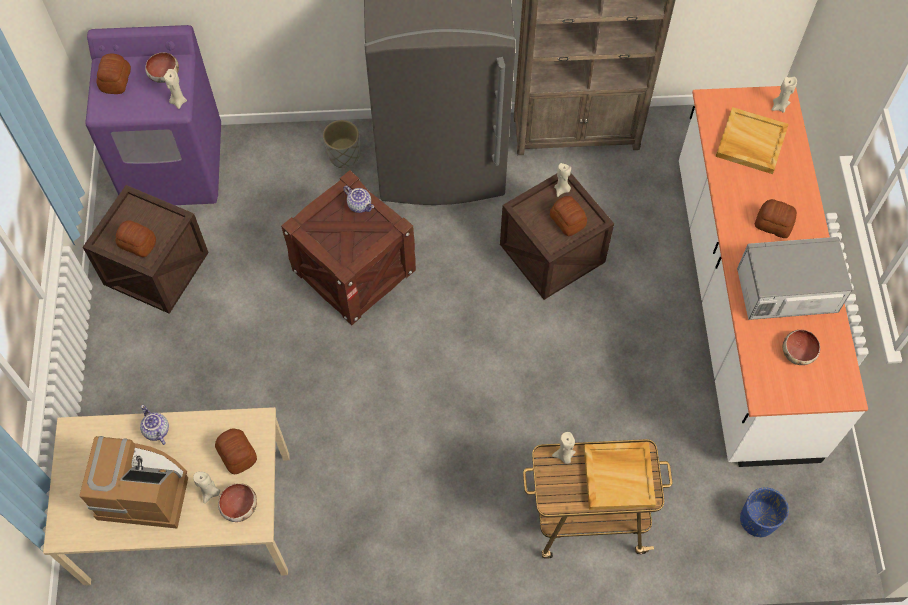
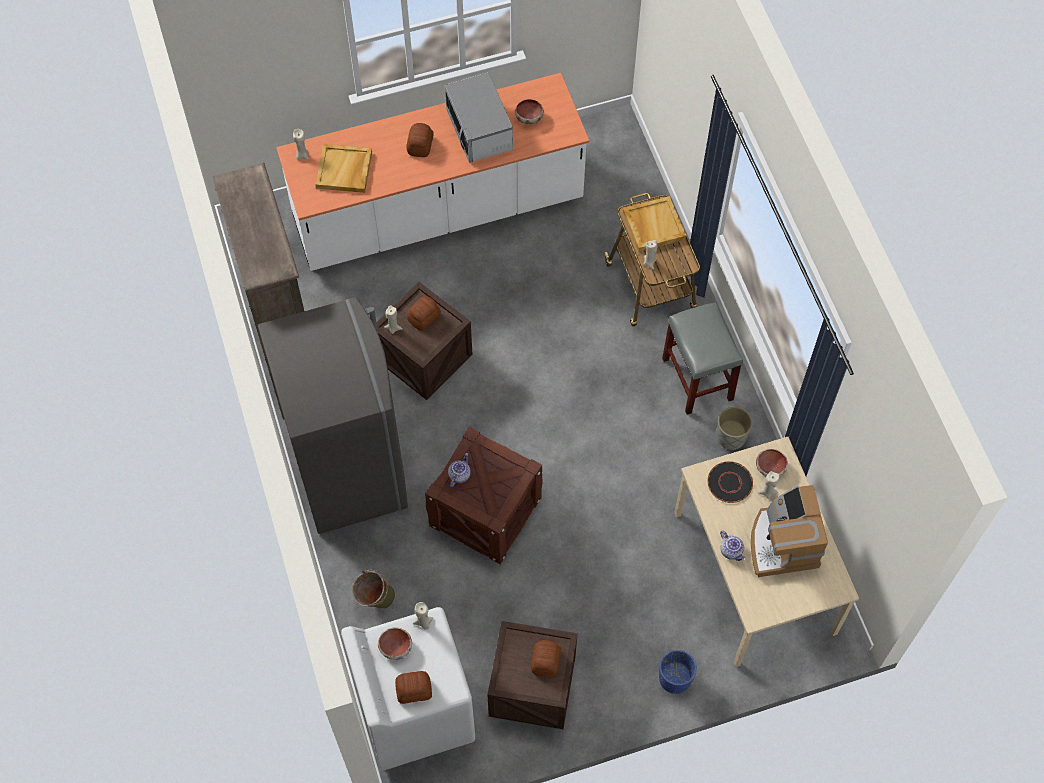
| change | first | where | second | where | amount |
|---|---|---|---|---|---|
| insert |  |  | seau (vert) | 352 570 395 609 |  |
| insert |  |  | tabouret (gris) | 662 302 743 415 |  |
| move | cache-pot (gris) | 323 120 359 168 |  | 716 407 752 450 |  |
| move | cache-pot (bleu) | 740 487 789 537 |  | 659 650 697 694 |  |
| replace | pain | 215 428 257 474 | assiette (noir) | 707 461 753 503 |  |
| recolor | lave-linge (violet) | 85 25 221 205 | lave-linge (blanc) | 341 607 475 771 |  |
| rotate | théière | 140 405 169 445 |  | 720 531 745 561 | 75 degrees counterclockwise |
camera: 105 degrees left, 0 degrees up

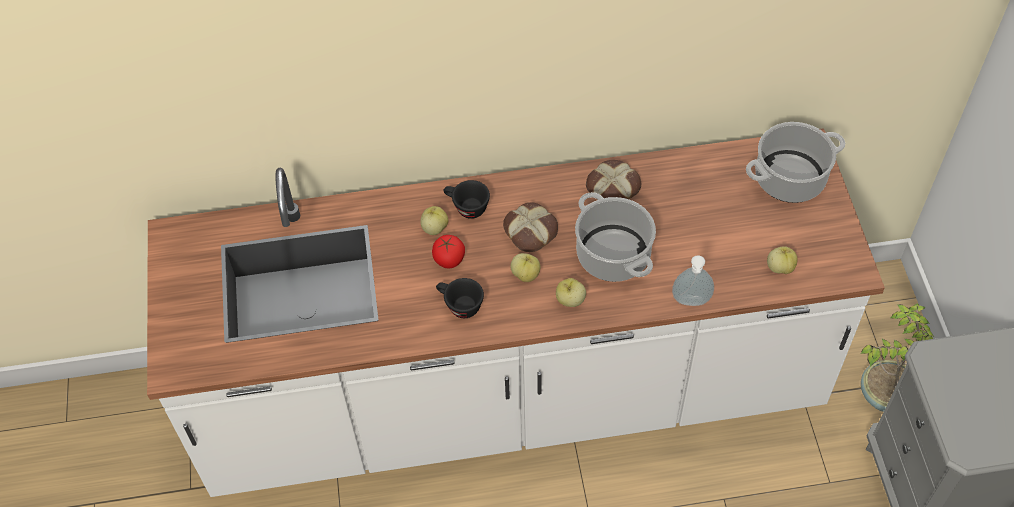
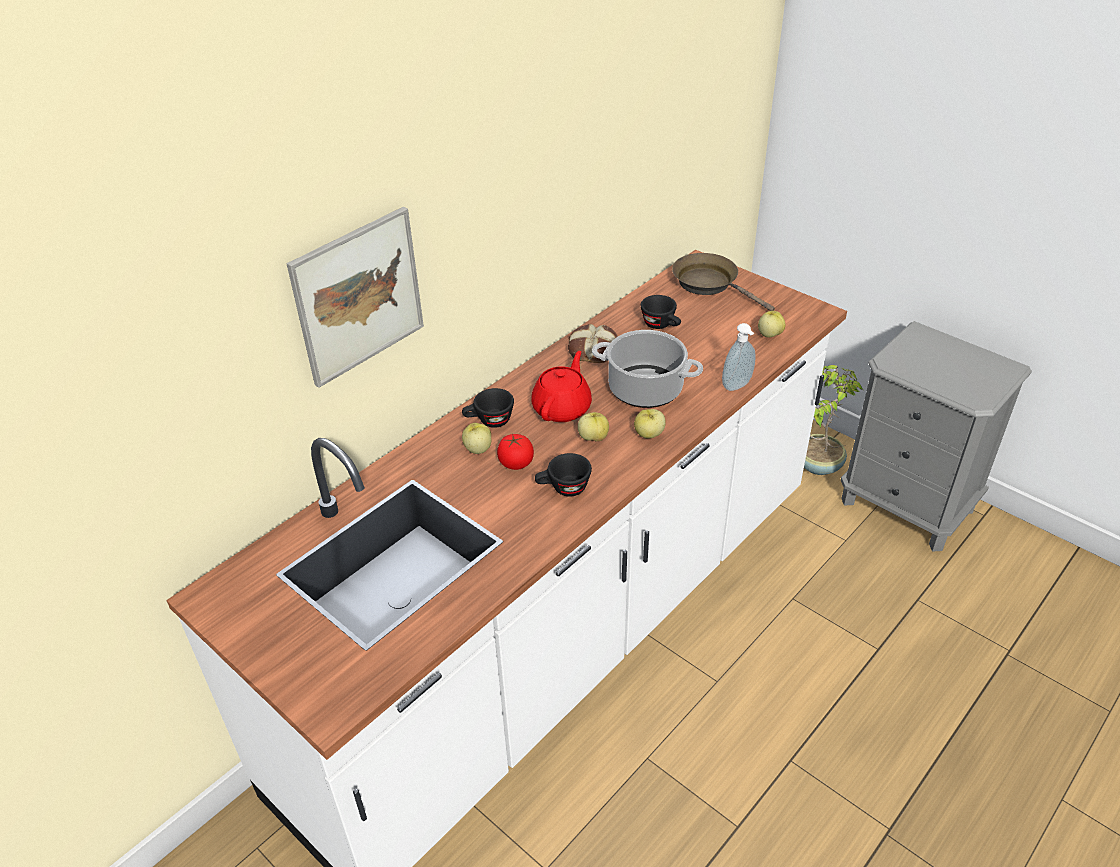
| change | first | where | second | where | amount |
|---|---|---|---|---|---|
| insert |  |  | tableau | 286 207 424 388 |  |
| insert |  |  | tasse (noir) | 641 295 681 329 |  |
| replace | pain | 503 202 558 252 | théière (rouge) | 531 351 592 422 |  |
| replace | marmite | 746 122 845 203 | poêle (marron) | 672 253 775 311 |  |
camera: 40 degrees left, 15 degrees down

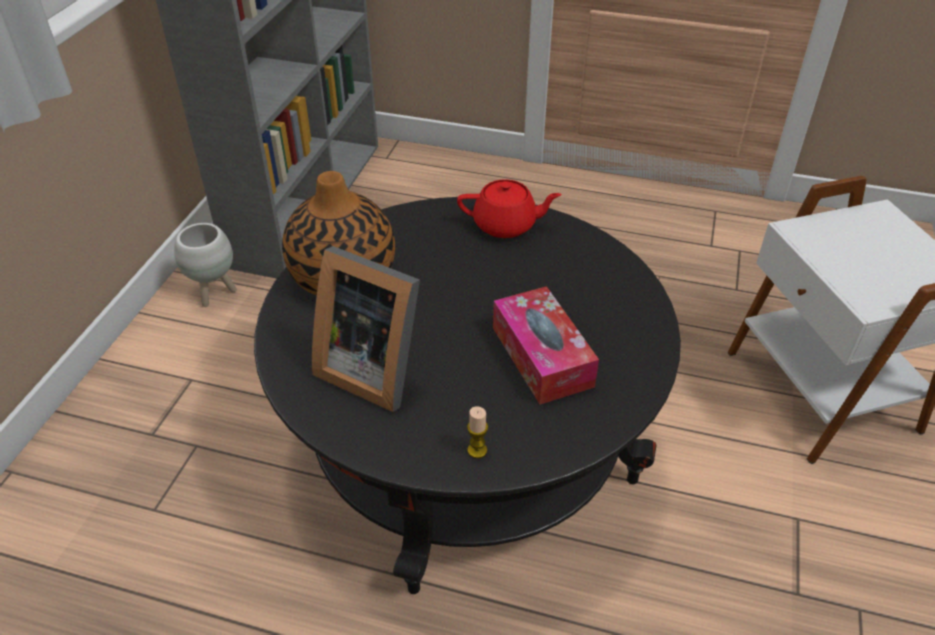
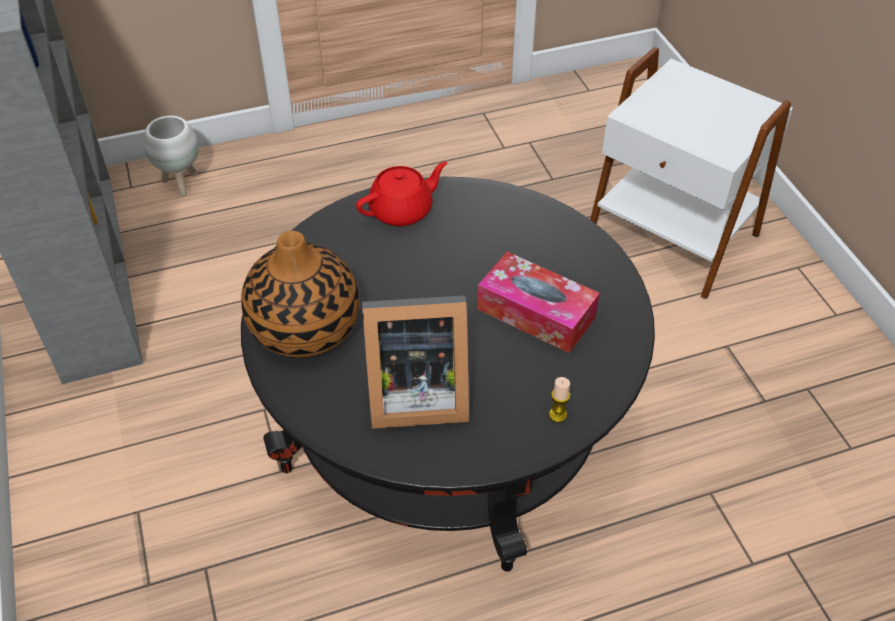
| change | first | where | second | where | amount |
|---|---|---|---|---|---|
| move | cache-pot (blanc) | 174 223 237 307 |  | 144 116 199 196 |  |
camera: 35 degrees left, 5 degrees up

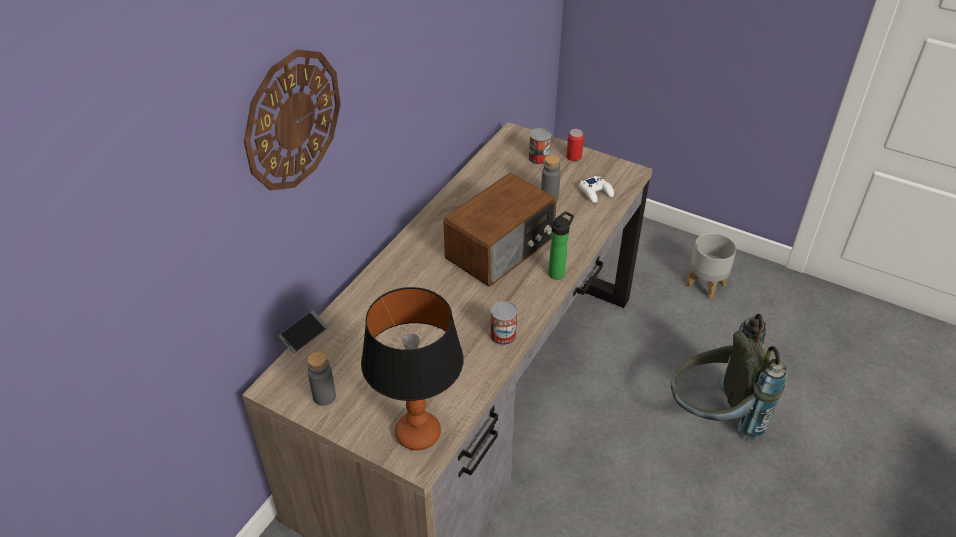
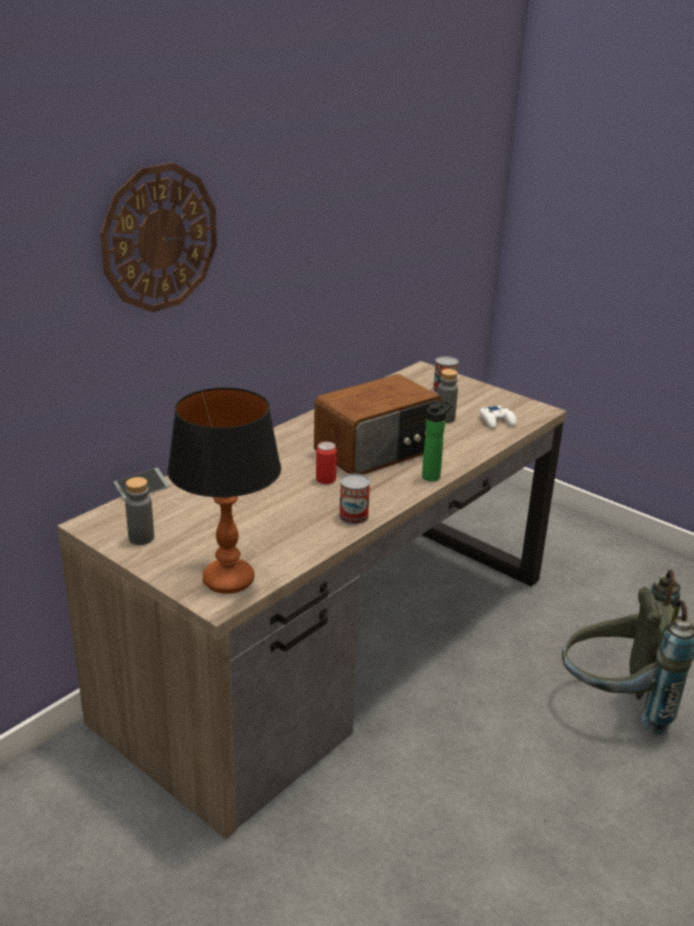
| change | first | where | second | where | amount |
|---|---|---|---|---|---|
| delete | cache-pot (gris) | 686 233 737 299 |  |  |  |
| move | boîte métallique | 567 129 584 161 |  | 316 442 337 484 |  |
camera: 10 degrees right, 15 degrees down

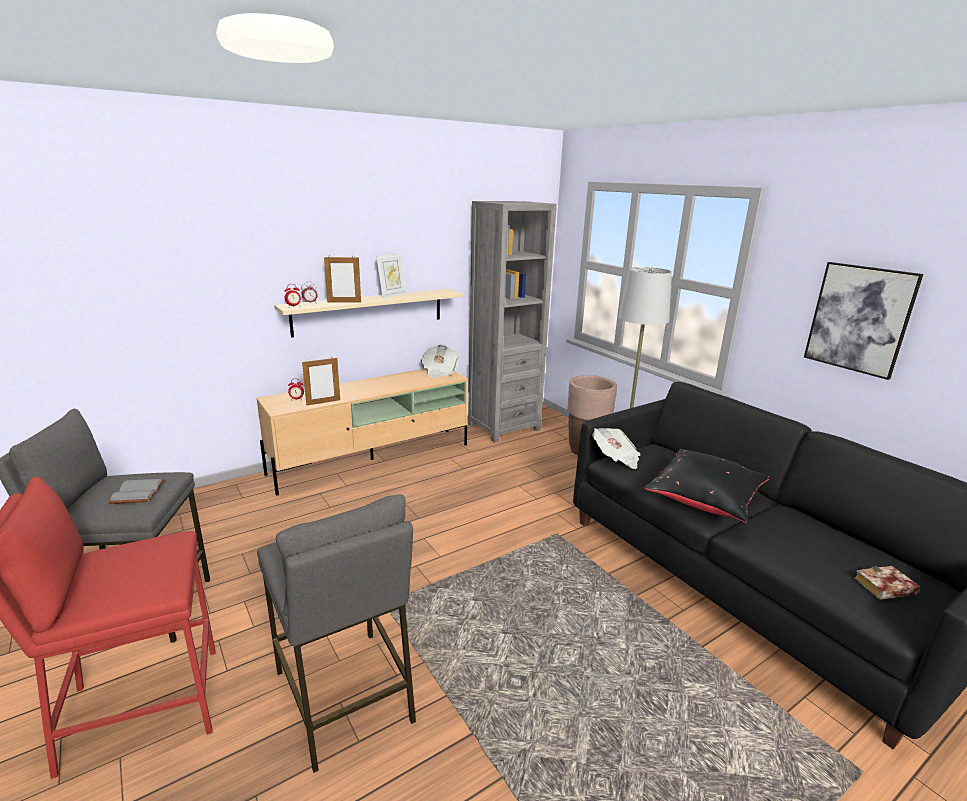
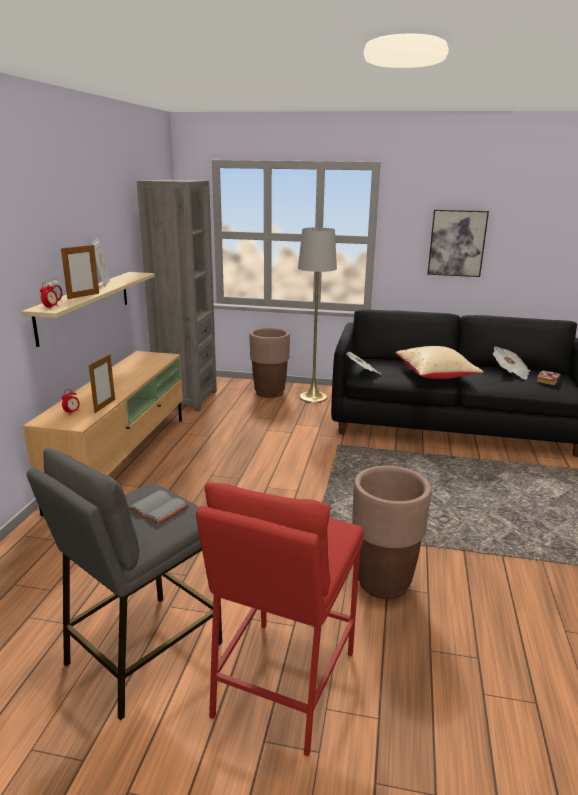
| change | first | where | second | where | amount |
|---|---|---|---|---|---|
| move | journal | 421 345 459 378 |  | 493 347 530 379 |  |
| replace | tabouret (gris) | 257 494 416 773 | cache-pot (marron) | 352 466 431 599 |  |
| recolor | coussin (noir) | 644 449 769 523 | coussin (beige) | 396 346 484 379 |  |
camera: 45 degrees left, 0 degrees up

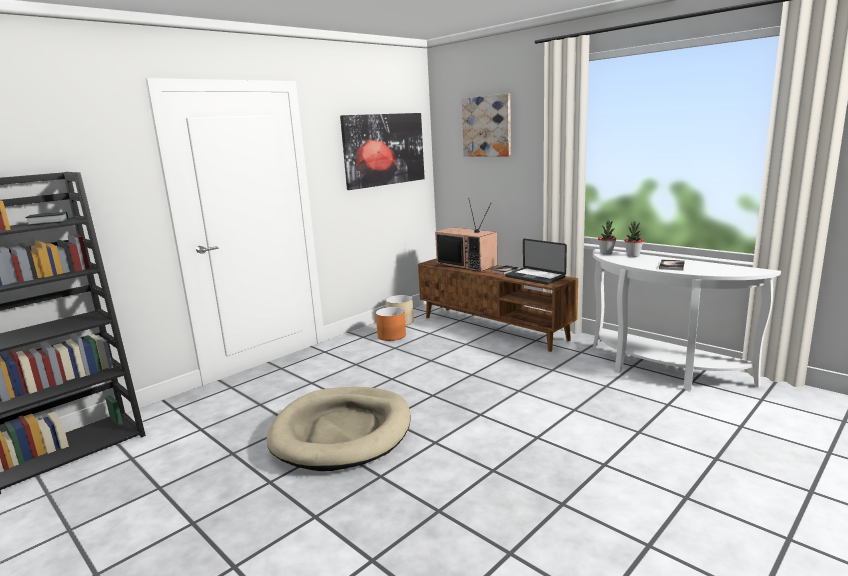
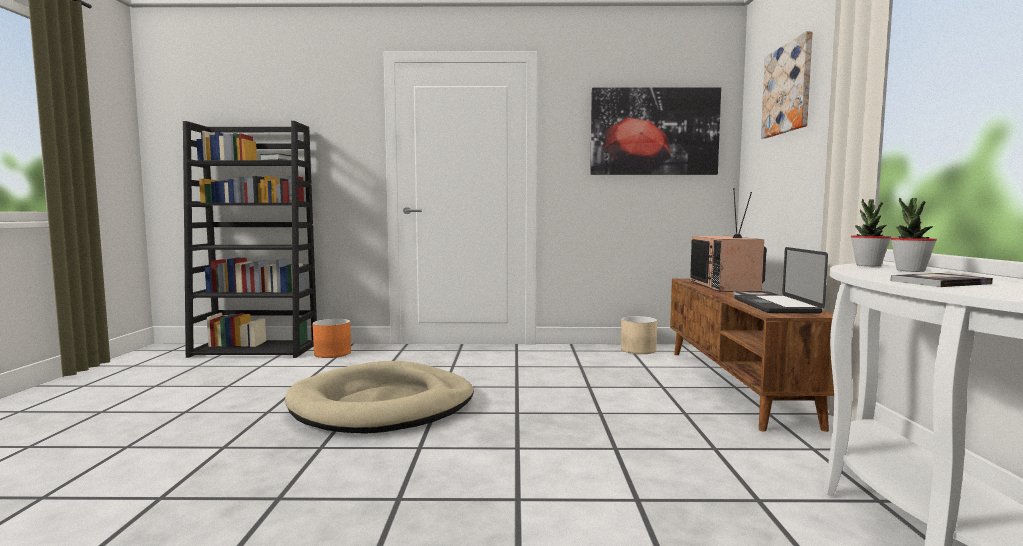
| change | first | where | second | where | amount |
|---|---|---|---|---|---|
| move | cache-pot (orange) | 376 307 406 341 |  | 313 319 351 358 |  |
camera: 45 degrees right, 10 degrees down

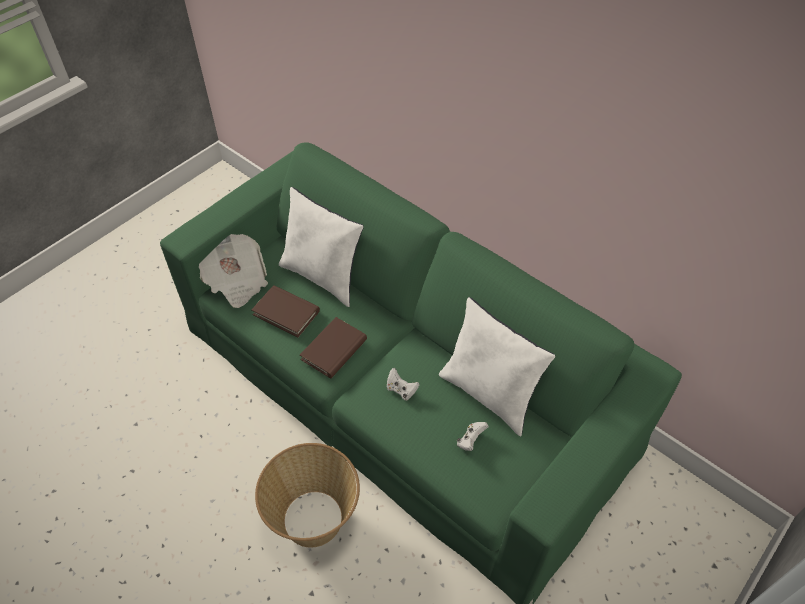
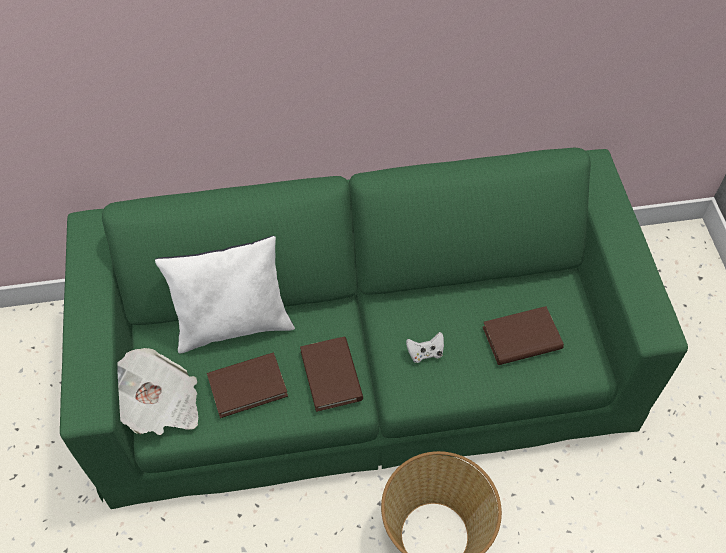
| change | first | where | second | where | amount |
|---|---|---|---|---|---|
| delete | coussin (blanc) | 439 297 555 437 |  |  |  |
| replace | manette (blanc) | 457 422 489 451 | livre (marron) | 483 306 564 365 |  |
camera: 50 degrees left, 5 degrees up

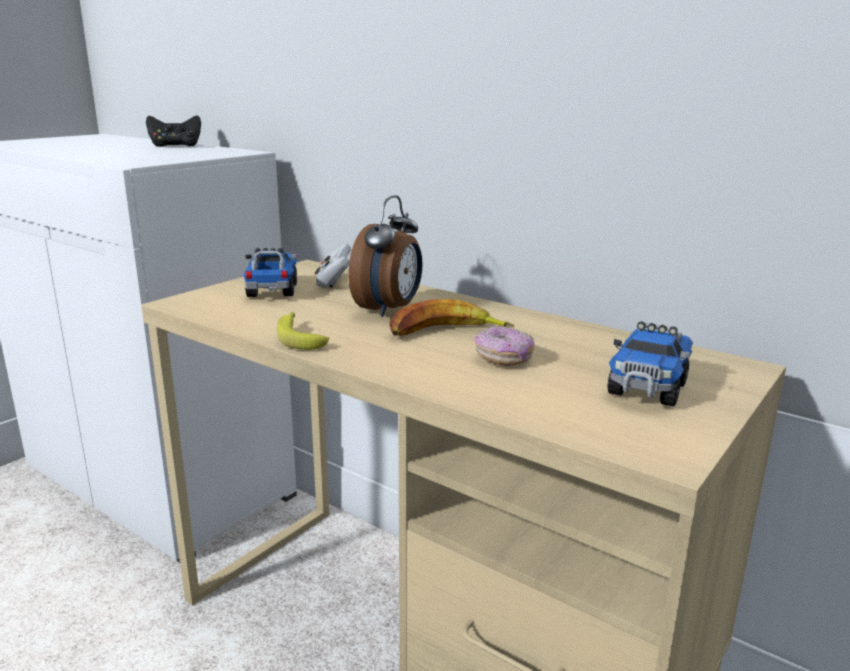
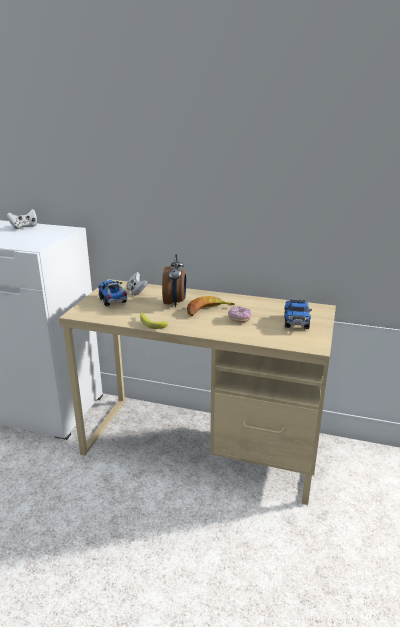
| change | first | where | second | where | amount |
|---|---|---|---|---|---|
| recolor | manette (noir) | 146 115 201 147 | manette (blanc) | 7 209 37 229 |  |
camera: 20 degrees left, 5 degrees up

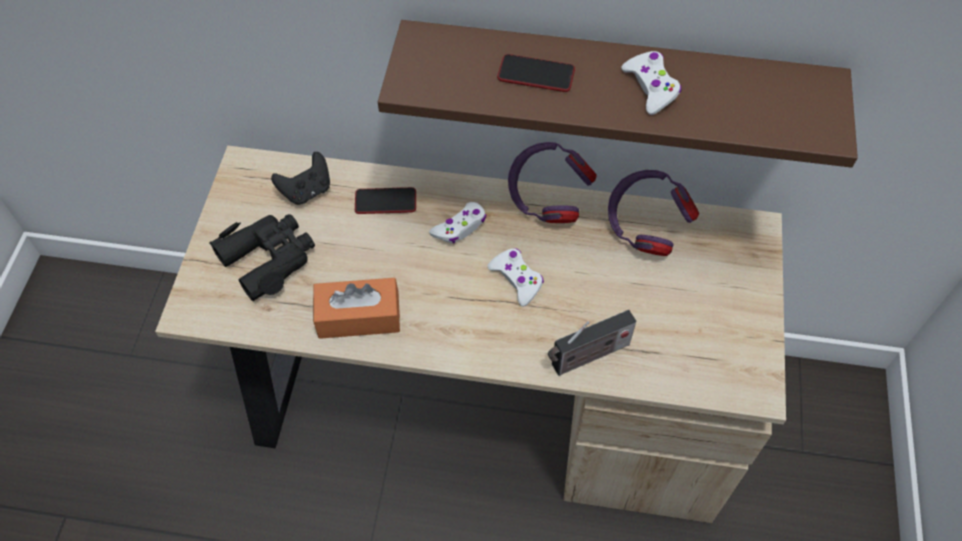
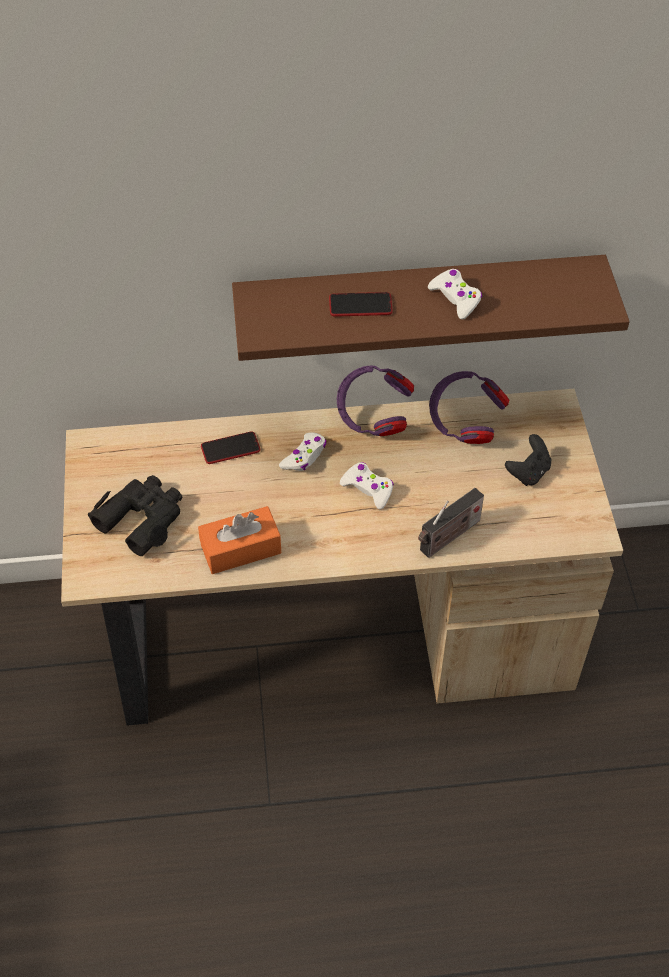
| change | first | where | second | where | amount |
|---|---|---|---|---|---|
| move | manette (noir) | 271 152 330 205 |  | 505 434 552 486 |  |
camera: 15 degrees left, 5 degrees down

